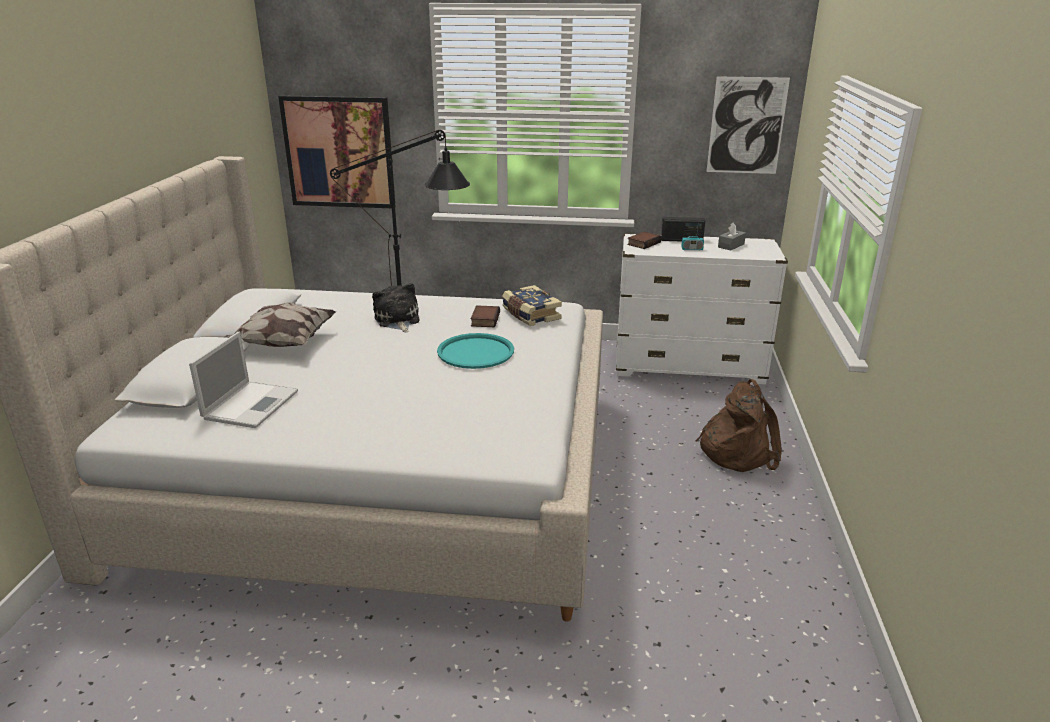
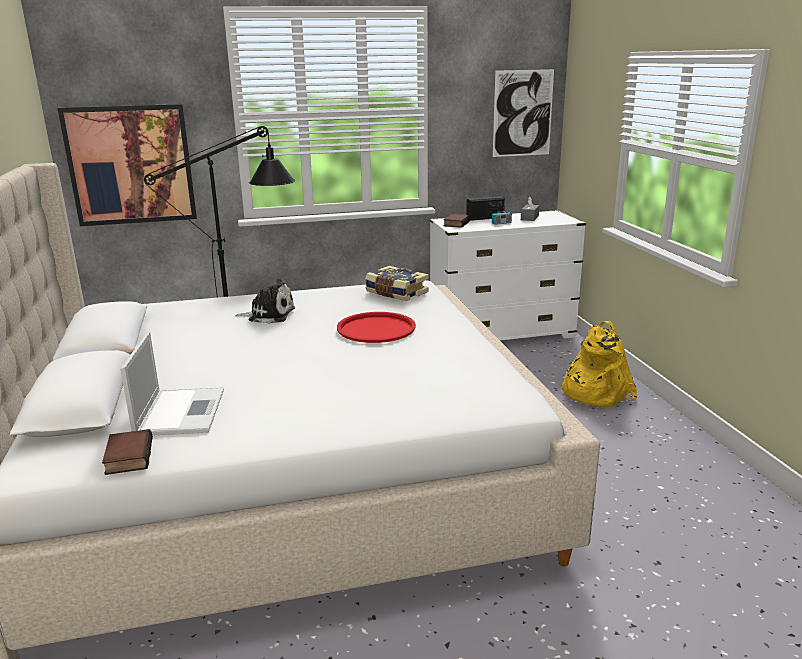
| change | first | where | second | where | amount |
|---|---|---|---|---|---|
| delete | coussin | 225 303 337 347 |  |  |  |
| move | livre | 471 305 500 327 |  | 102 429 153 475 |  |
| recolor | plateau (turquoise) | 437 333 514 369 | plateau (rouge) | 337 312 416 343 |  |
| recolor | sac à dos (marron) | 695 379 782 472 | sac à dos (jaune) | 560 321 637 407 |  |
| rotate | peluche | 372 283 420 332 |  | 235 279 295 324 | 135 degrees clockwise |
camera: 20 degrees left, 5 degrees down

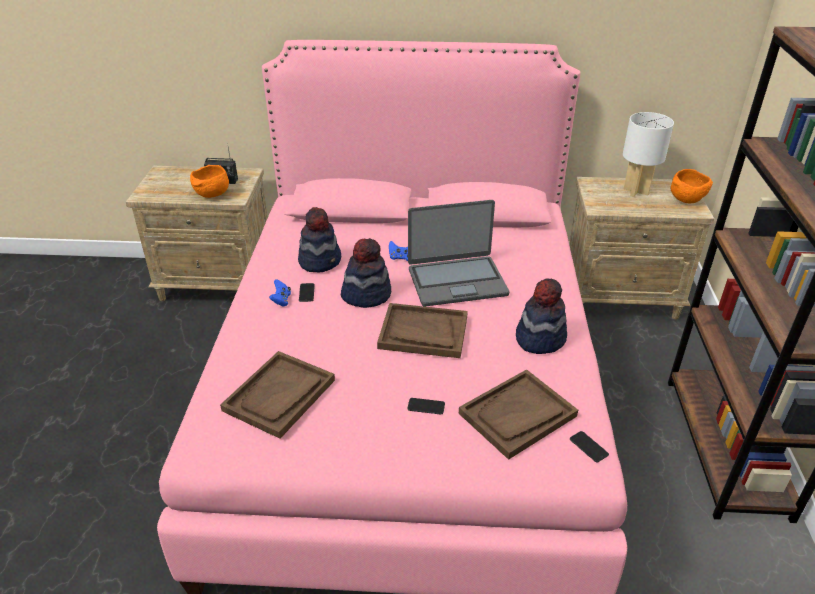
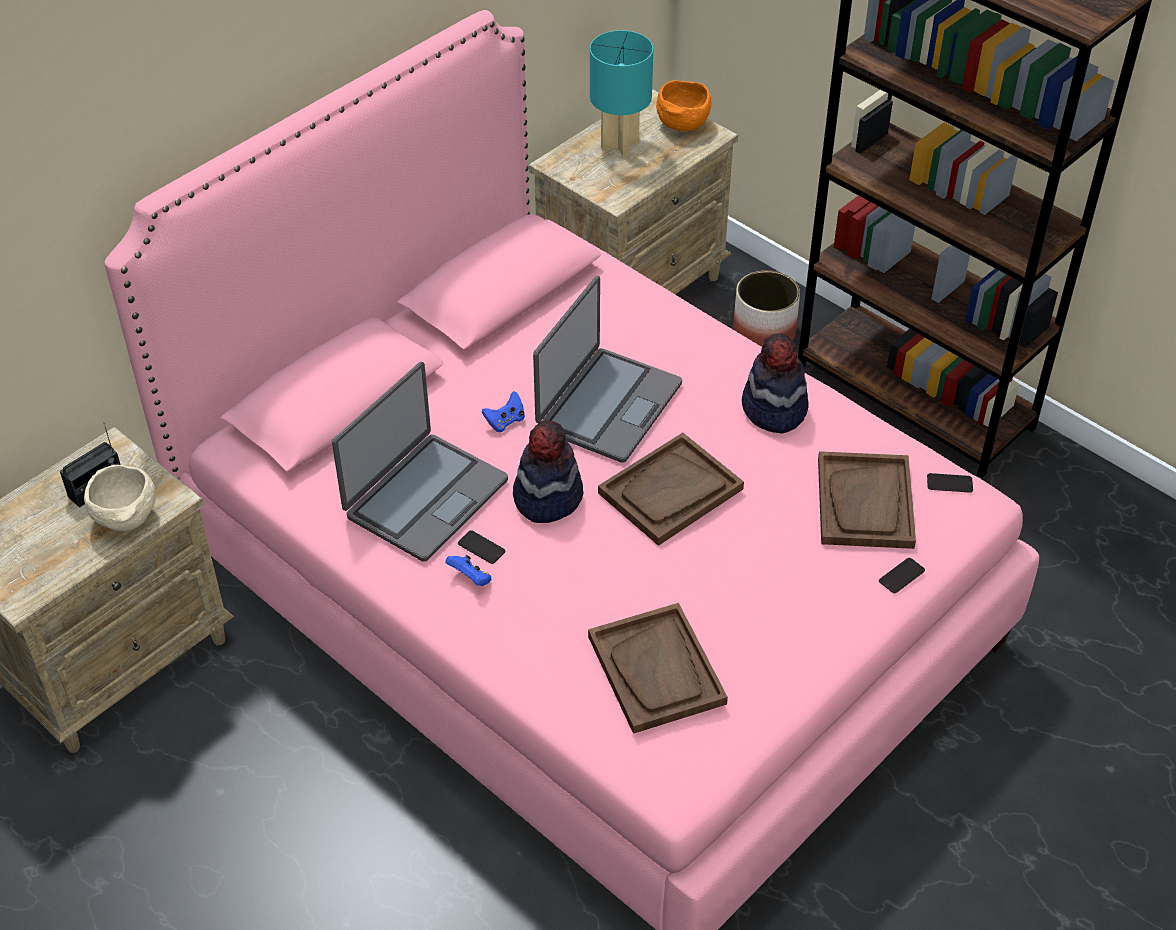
| change | first | where | second | where | amount |
|---|---|---|---|---|---|
| insert |  |  | cache-pot | 733 270 800 347 |  |
| move | téléphone | 407 398 445 414 |  | 879 558 925 593 |  |
| replace | chapeau | 298 207 341 272 | ordinateur portable | 332 362 508 562 |  |
| recolor | bol (orange) | 190 165 229 198 | bol (beige) | 84 465 156 531 |  |
| recolor | lampe de table (blanc) | 623 112 674 197 | lampe de table (turquoise) | 590 30 653 157 |  |
camera: 50 degrees left, 10 degrees up

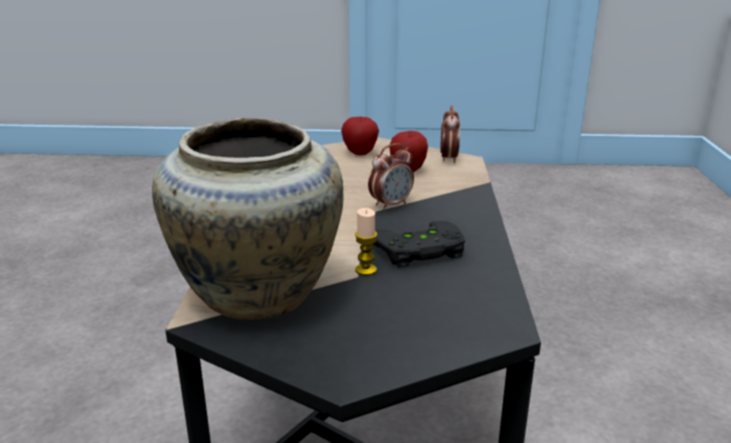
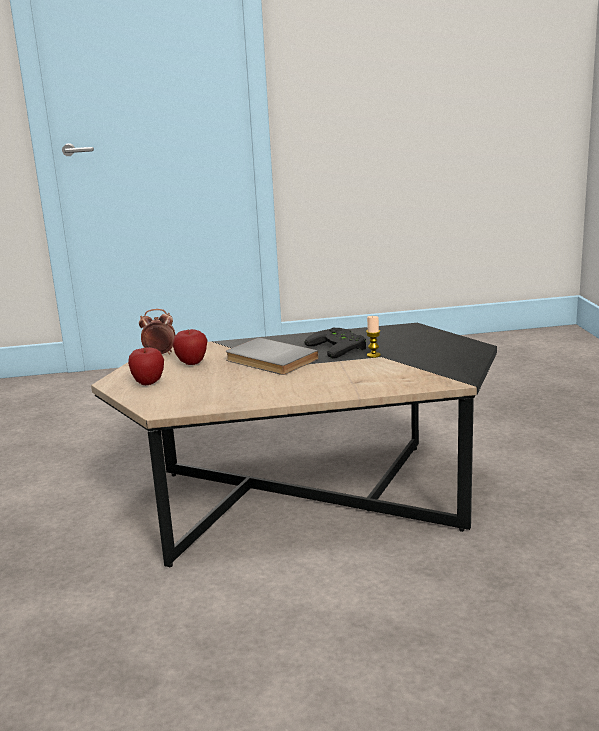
| change | first | where | second | where | amount |
|---|---|---|---|---|---|
| delete | vase (beige) | 152 118 344 320 |  |  |  |
| replace | réveil | 368 143 414 211 | livre (gris) | 226 337 319 375 |  |
camera: 100 degrees left, 5 degrees down

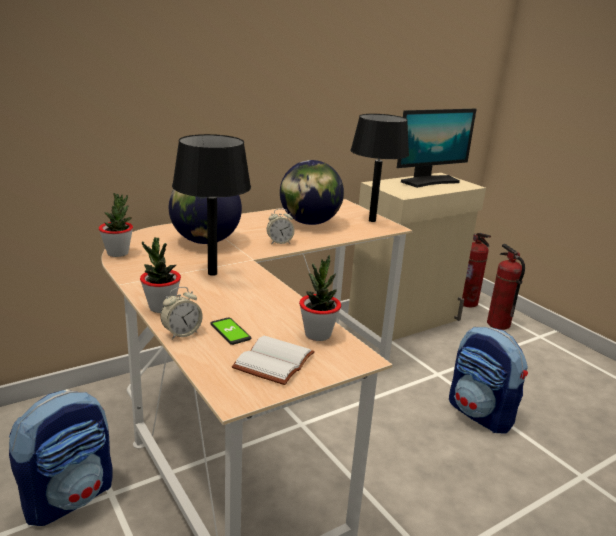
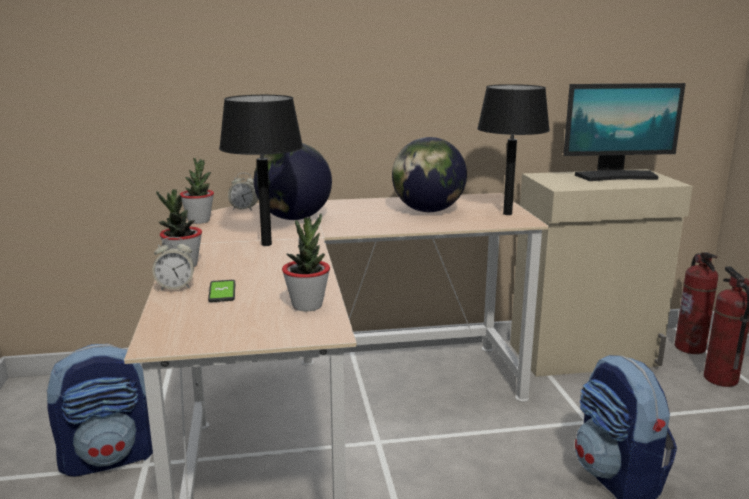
| change | first | where | second | where | amount |
|---|---|---|---|---|---|
| delete | livre (blanc) | 232 336 315 385 |  |  |  |
| move | réveil | 267 208 295 244 |  | 228 173 258 210 |  |
camera: 25 degrees right, 5 degrees down

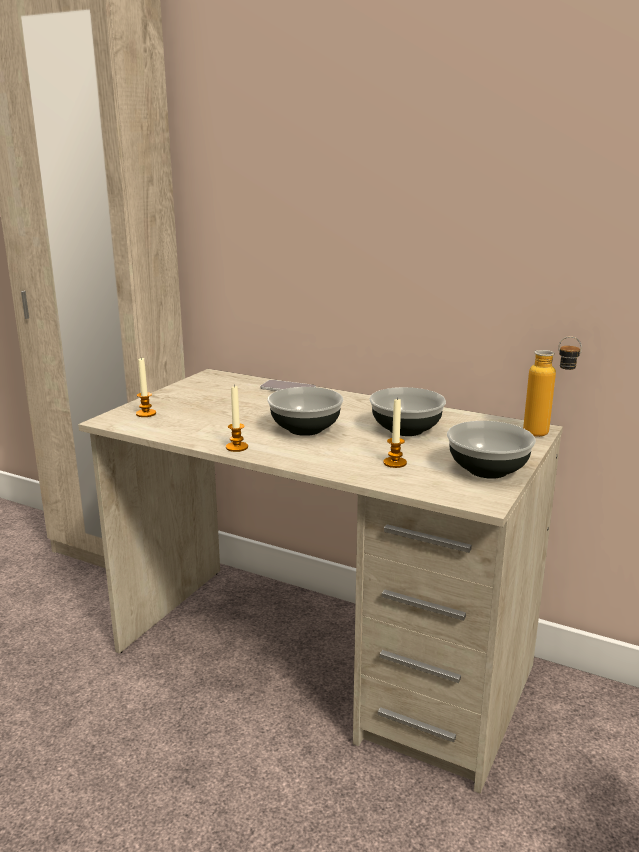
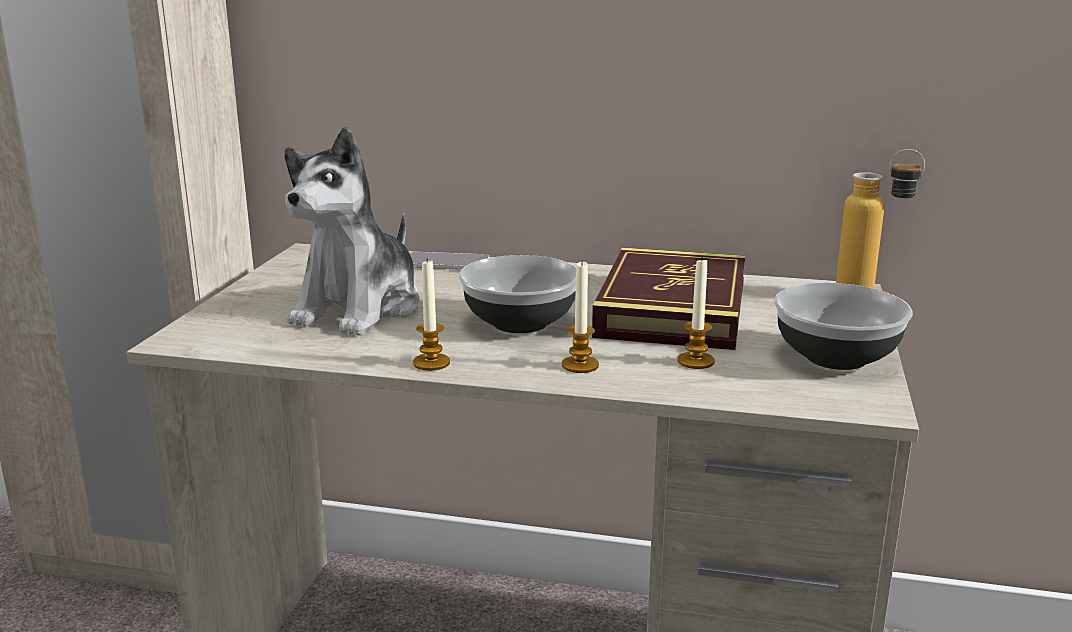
| change | first | where | second | where | amount |
|---|---|---|---|---|---|
| insert |  |  | peluche | 285 127 420 336 |  |
| move | bougie | 136 358 156 417 |  | 562 260 599 373 |  |
| replace | bol | 369 387 446 436 | livre | 592 247 745 350 |  |
camera: 15 degrees left, 0 degrees up

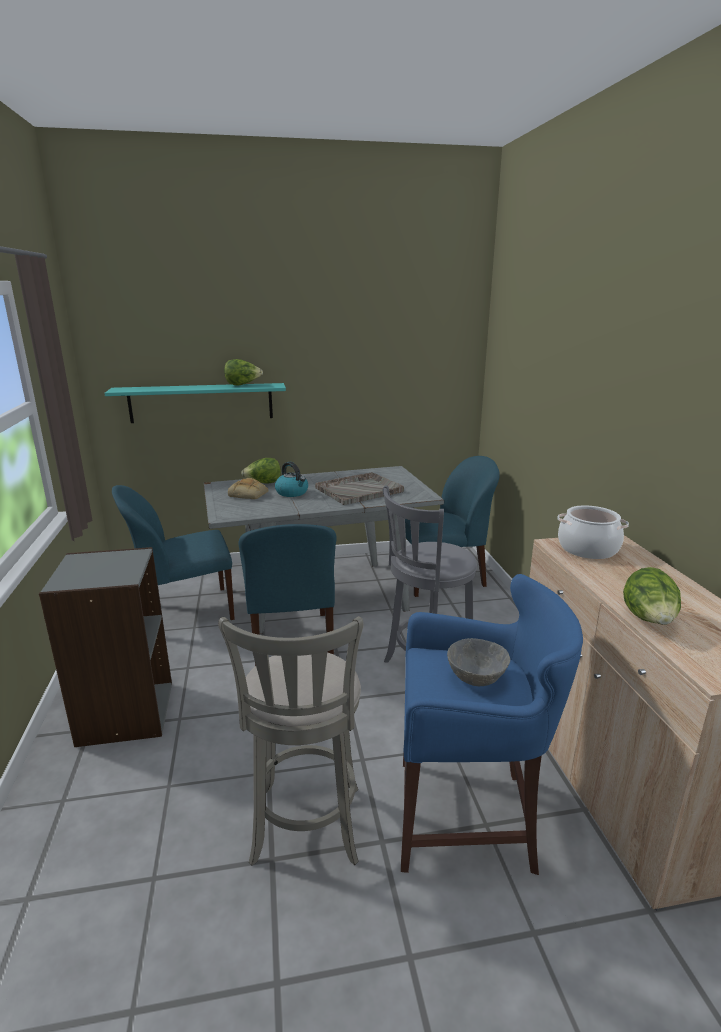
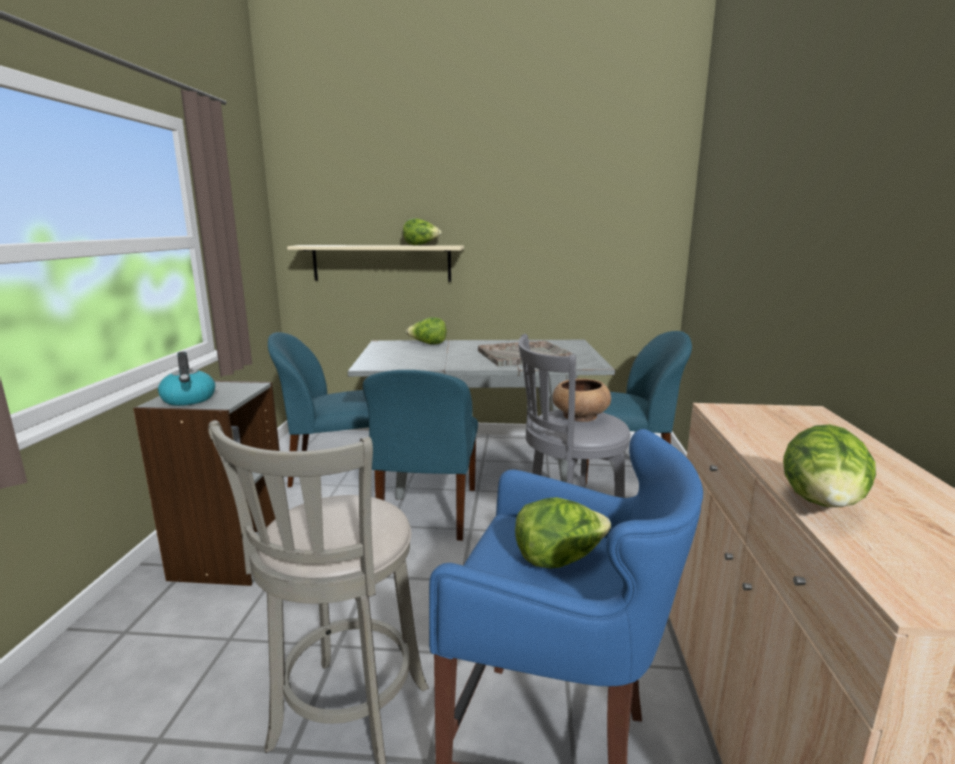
| change | first | where | second | where | amount |
|---|---|---|---|---|---|
| delete | pain | 228 478 269 499 |  |  |  |
| delete | marmite | 557 505 629 559 |  |  |  |
| insert |  |  | bol (marron) | 552 378 611 422 |  |
| move | bouilloire | 275 462 308 497 |  | 158 351 215 406 |  |
| replace | bol (gris) | 447 638 510 686 | laitue | 515 497 611 568 |  |
| recolor | étagère (turquoise) | 105 383 286 423 | étagère (beige) | 287 245 464 282 |  |
camera: 15 degrees right, 5 degrees down

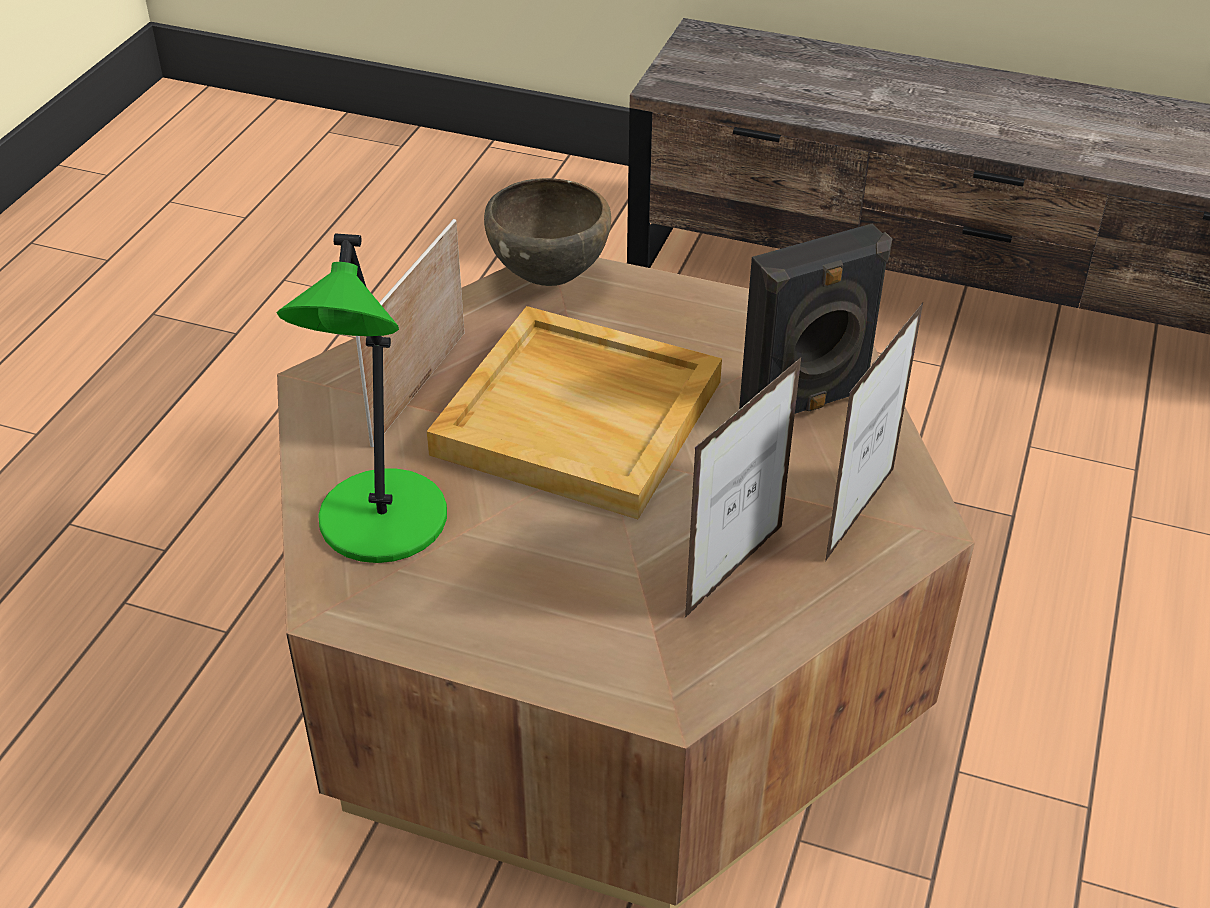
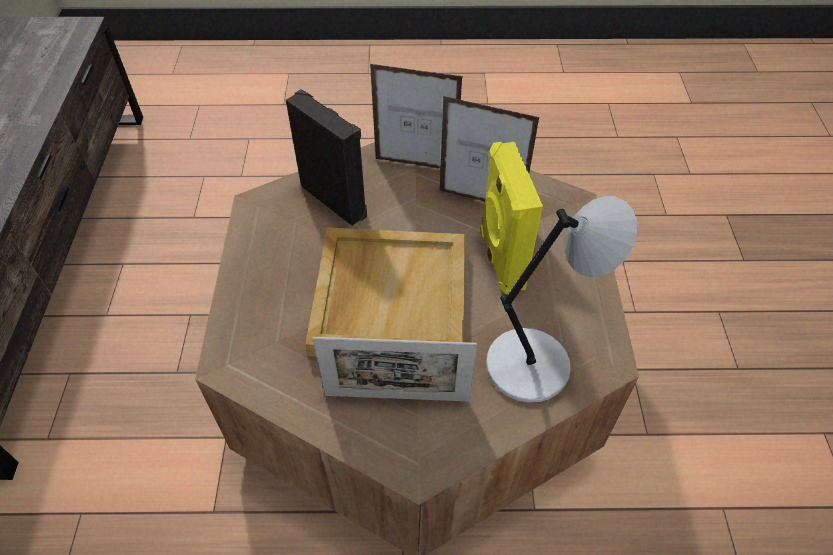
| change | first | where | second | where | amount |
|---|---|---|---|---|---|
| delete | bol (marron) | 484 178 611 286 |  |  |  |
| insert |  |  | enceinte (jaune) | 480 142 543 294 |  |
| recolor | lampe de table (vert) | 276 233 447 563 | lampe de table (gris) | 486 196 637 403 |  |
camera: 110 degrees left, 10 degrees up

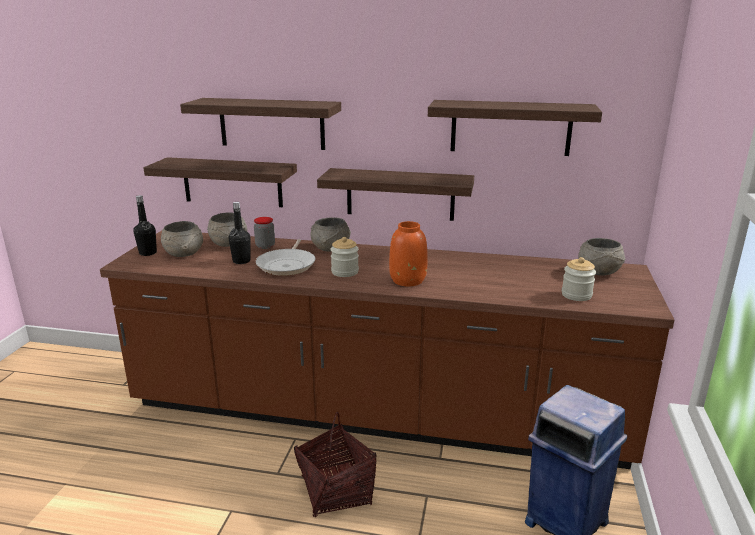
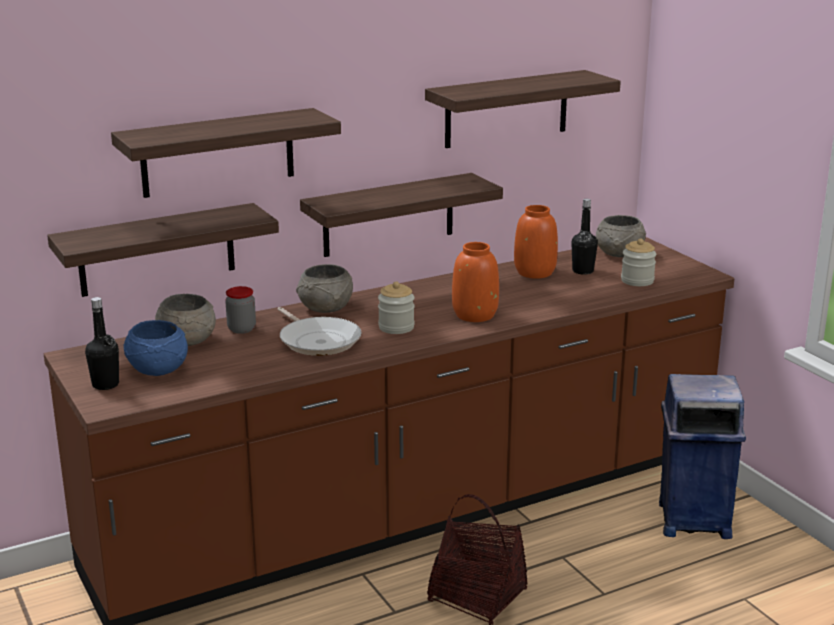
| change | first | where | second | where | amount |
|---|---|---|---|---|---|
| insert |  |  | vase (orange) | 514 205 558 279 |  |
| move | bouteille (noir) | 229 202 251 264 |  | 571 199 598 275 |  |
| recolor | bol (gris) | 161 221 203 257 | bol (bleu) | 123 320 188 376 |  |
camera: 40 degrees left, 0 degrees up

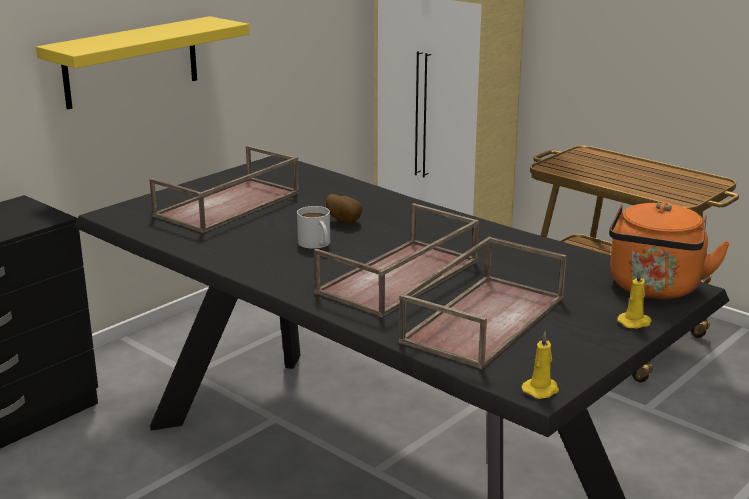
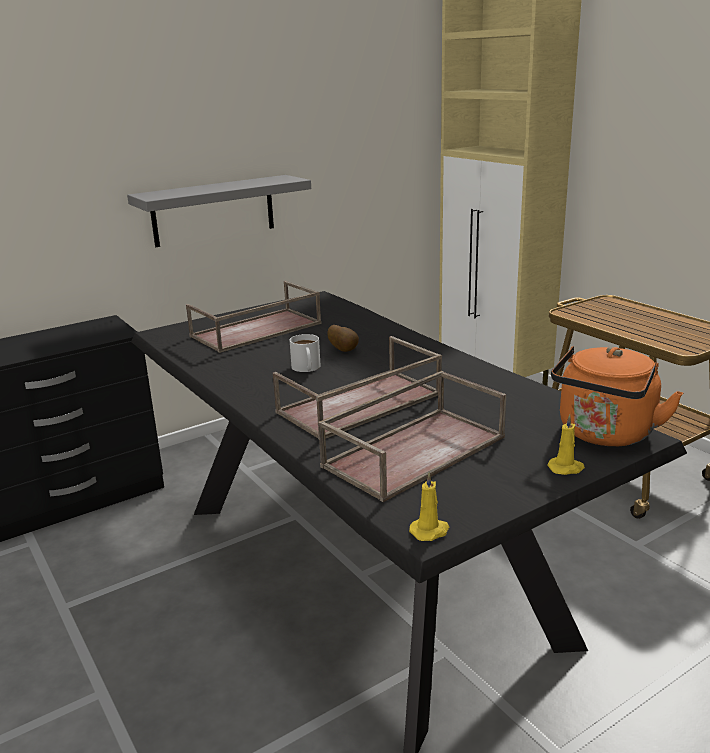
| change | first | where | second | where | amount |
|---|---|---|---|---|---|
| recolor | étagère (jaune) | 36 16 250 109 | étagère (gris) | 127 175 311 247 |  |
camera: 15 degrees right, 0 degrees up

